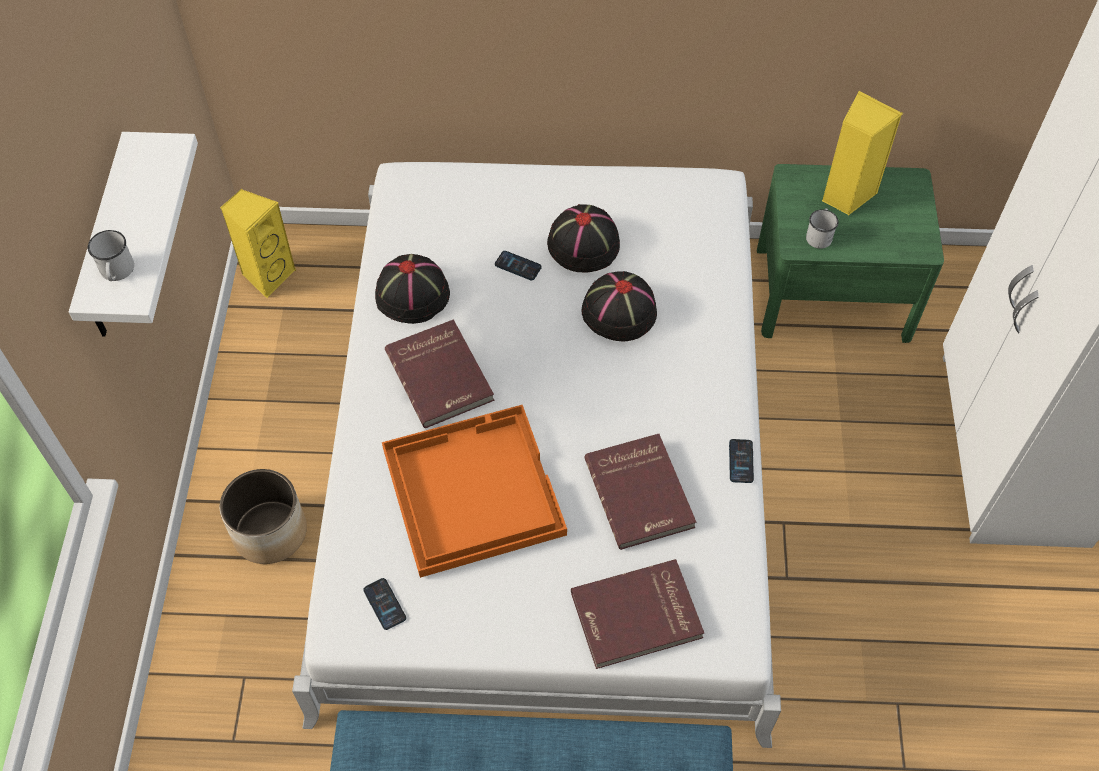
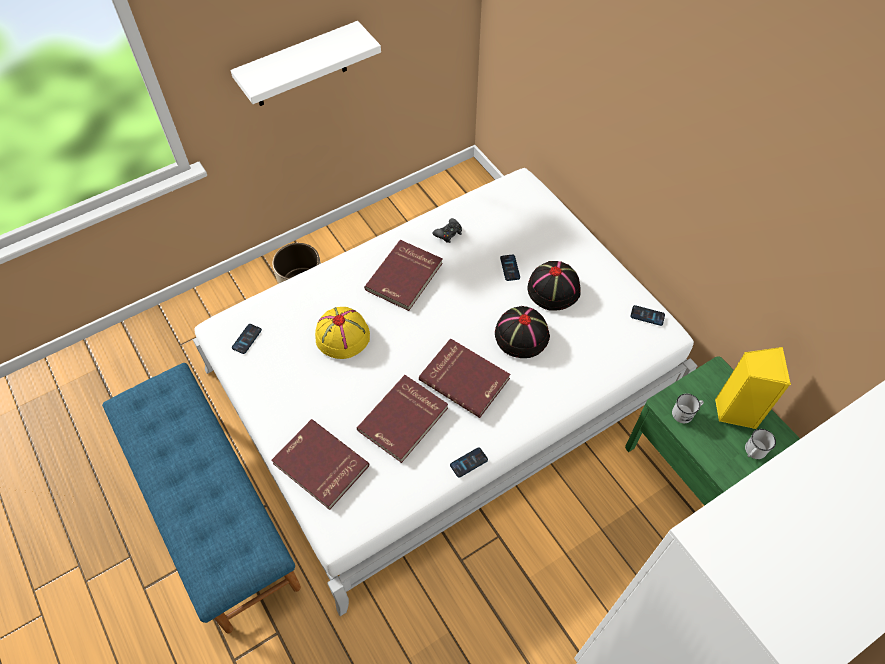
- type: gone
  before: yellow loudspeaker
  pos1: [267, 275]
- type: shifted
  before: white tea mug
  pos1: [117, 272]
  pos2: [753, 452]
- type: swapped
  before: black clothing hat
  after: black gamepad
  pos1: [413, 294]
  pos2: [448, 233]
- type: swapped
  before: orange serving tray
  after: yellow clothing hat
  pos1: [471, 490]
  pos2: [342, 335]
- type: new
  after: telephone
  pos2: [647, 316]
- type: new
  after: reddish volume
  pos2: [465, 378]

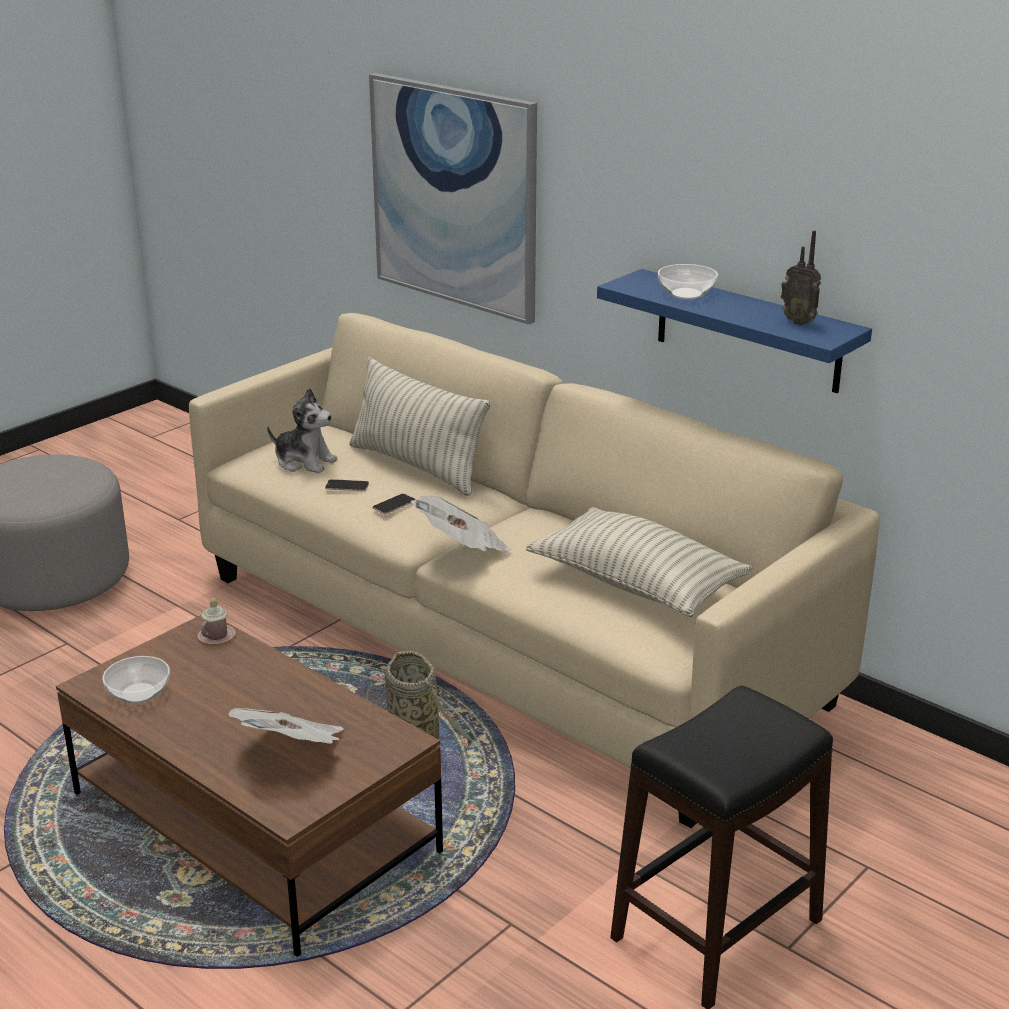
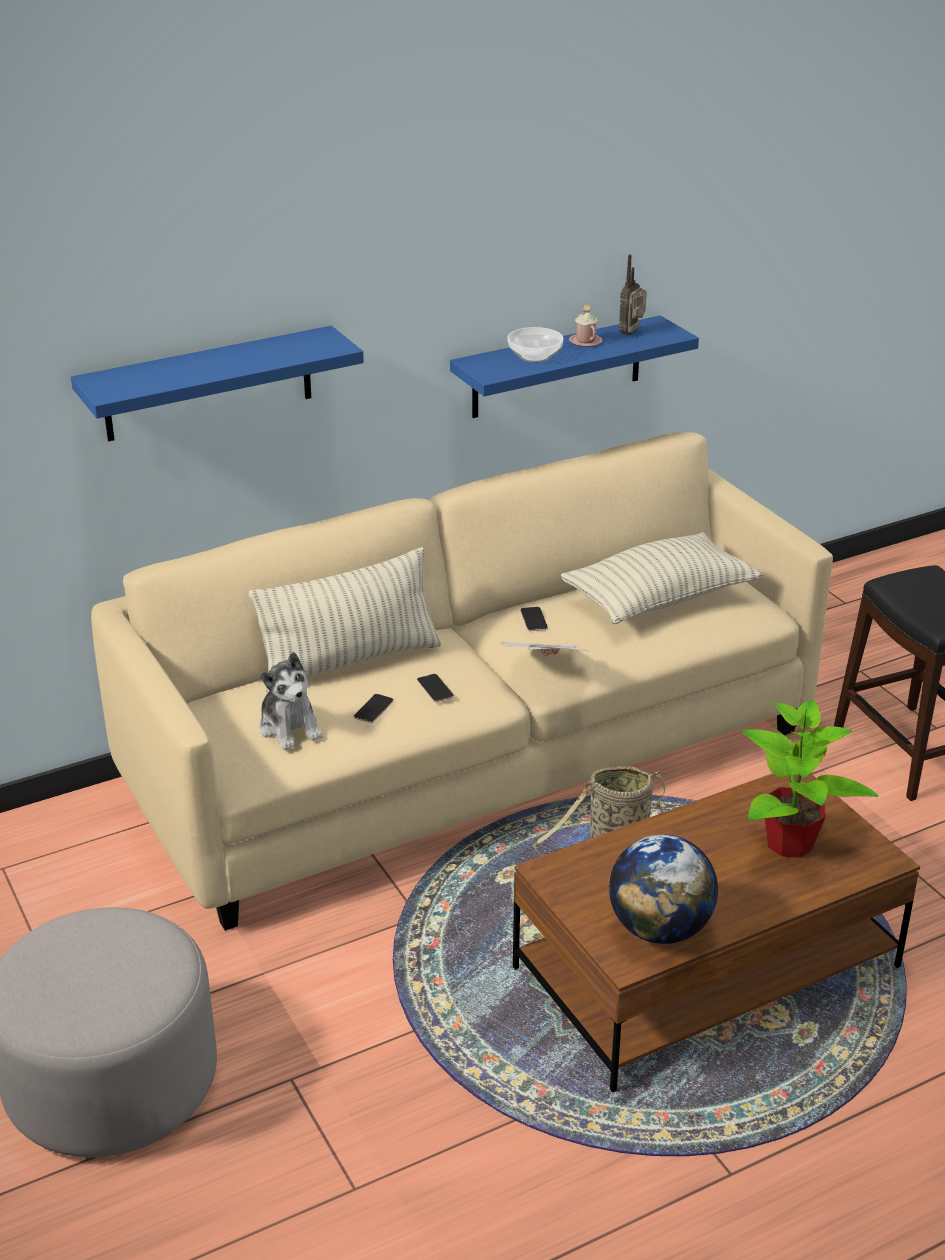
- type: swapped
  before: picture
  after: blue-coloured shelf
  pos1: [454, 196]
  pos2: [208, 384]
- type: rotated
  before: radio set
  pos1: [799, 322]
  pos2: [632, 333]
  turn: 150
- type: rotated
  before: soft toy
  pos1: [304, 462]
  pos2: [290, 728]
  turn: 105
- type: shifted
  before: pink-coloured tea mug
  pos1: [216, 636]
  pos2: [585, 341]
- type: swapped
  before: serving bowl
  after: globe
  pos1: [138, 694]
  pos2: [660, 929]
- type: swapped
  before: newspaper
  after: plant in a pot
  pos1: [292, 749]
  pos2: [789, 844]
- type: new
  after: telephone
  pos2: [533, 620]

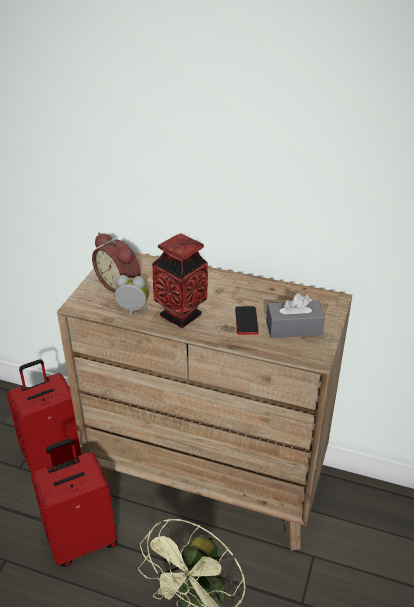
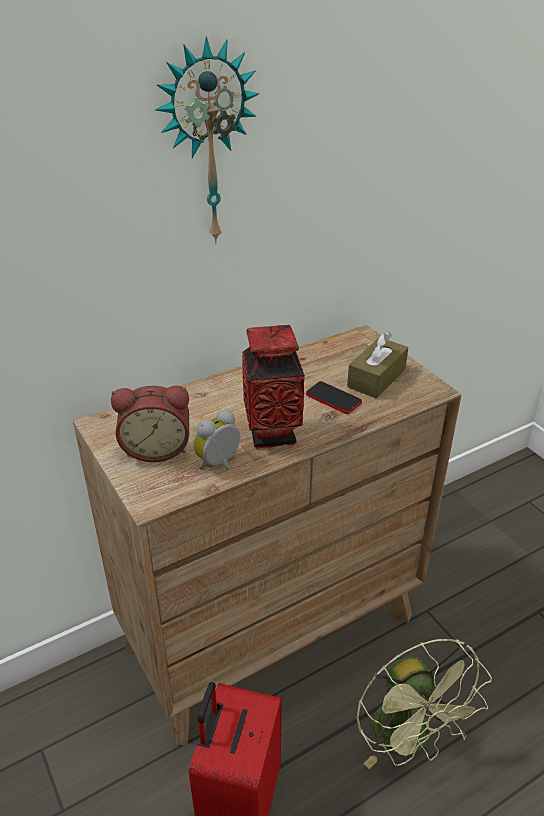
- type: repainted
  before: greyish box of tissues
  after: brownish box of tissues
  pos1: [293, 328]
  pos2: [376, 378]
- type: gone
  before: reddish piece of luggage
  pos1: [54, 456]
- type: new
  after: wall clock
  pos2: [207, 146]

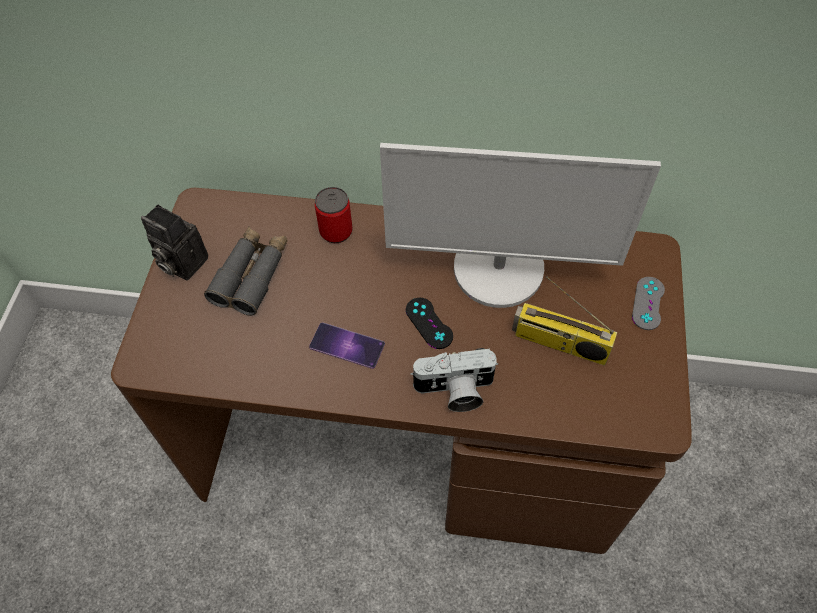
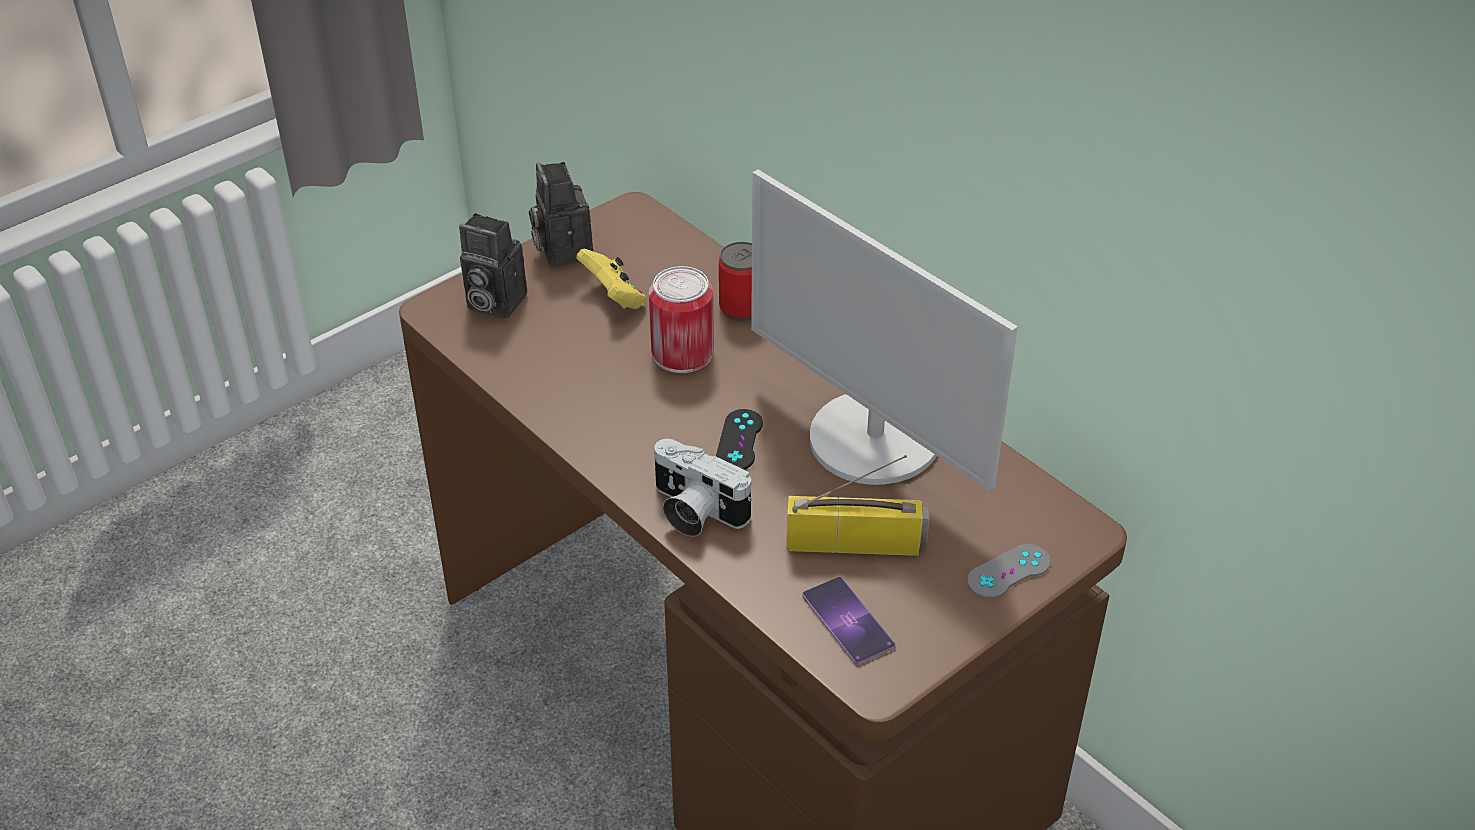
- type: swapped
  before: greyish binoculars
  after: yellow gamepad
  pos1: [251, 275]
  pos2: [614, 298]
- type: rotated
  before: radio set
  pos1: [559, 344]
  pos2: [856, 542]
  turn: 120
- type: shifted
  before: telephone
  pos1: [347, 345]
  pos2: [848, 621]
- type: new
  after: still camera
  pos2: [492, 303]
- type: new
  after: metal can
  pos2: [682, 353]

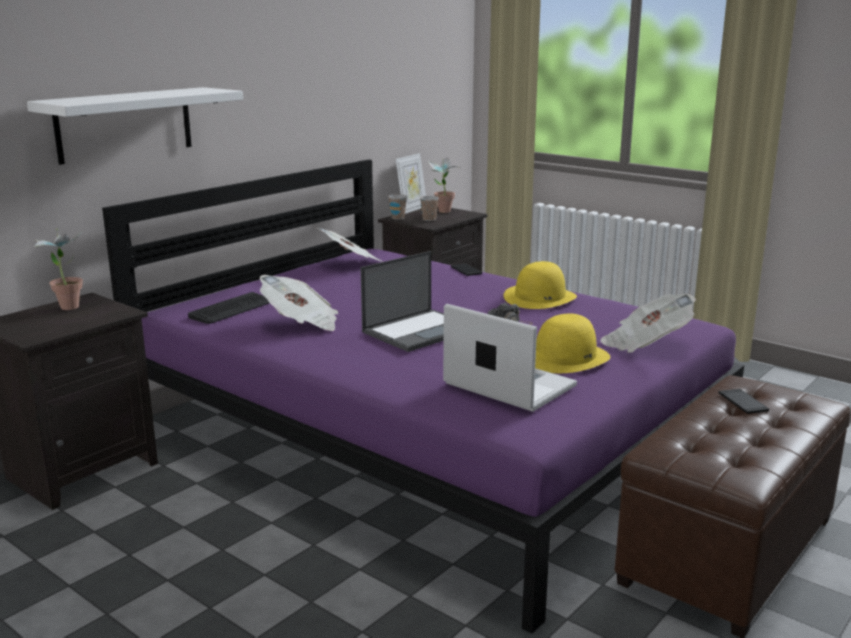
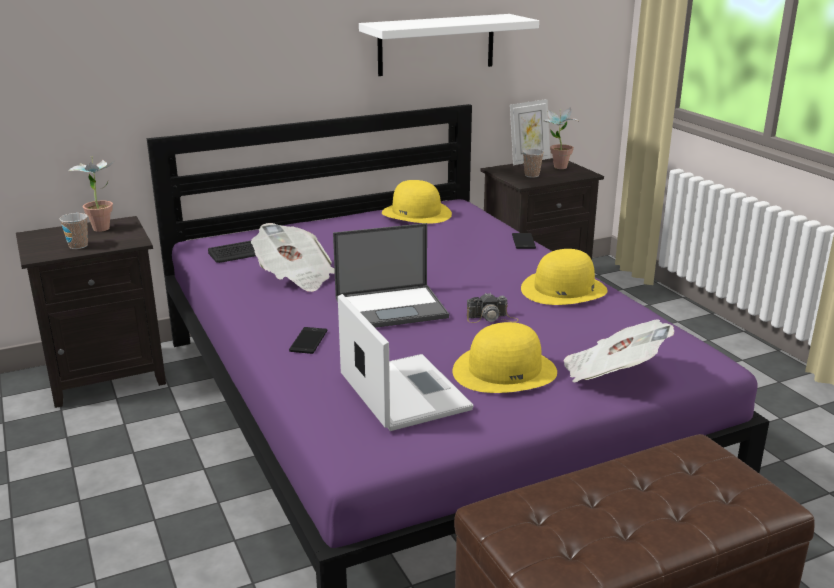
- type: shifted
  before: white shelf
  pos1: [125, 124]
  pos2: [436, 44]
- type: shifted
  before: drinking cup
  pos1: [397, 218]
  pos2: [78, 246]
- type: swapped
  before: newspaper
  after: yellow clothing hat
  pos1: [350, 262]
  pos2: [417, 213]
- type: shifted
  before: telephone
  pos1: [743, 402]
  pos2: [308, 341]

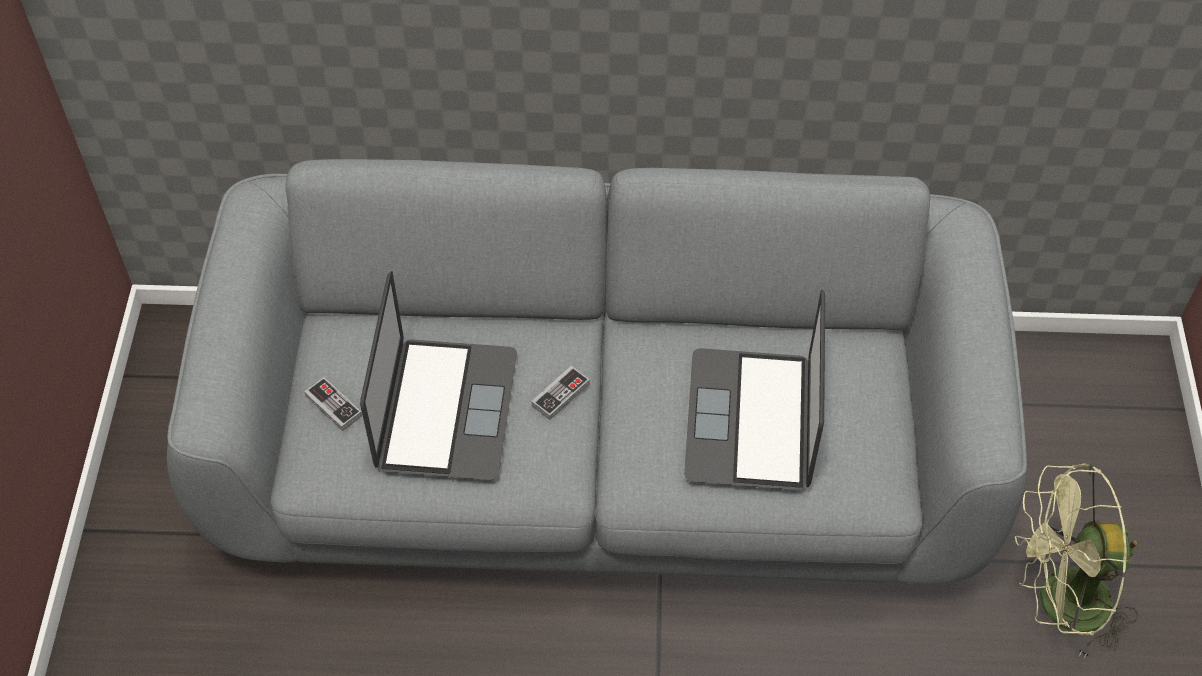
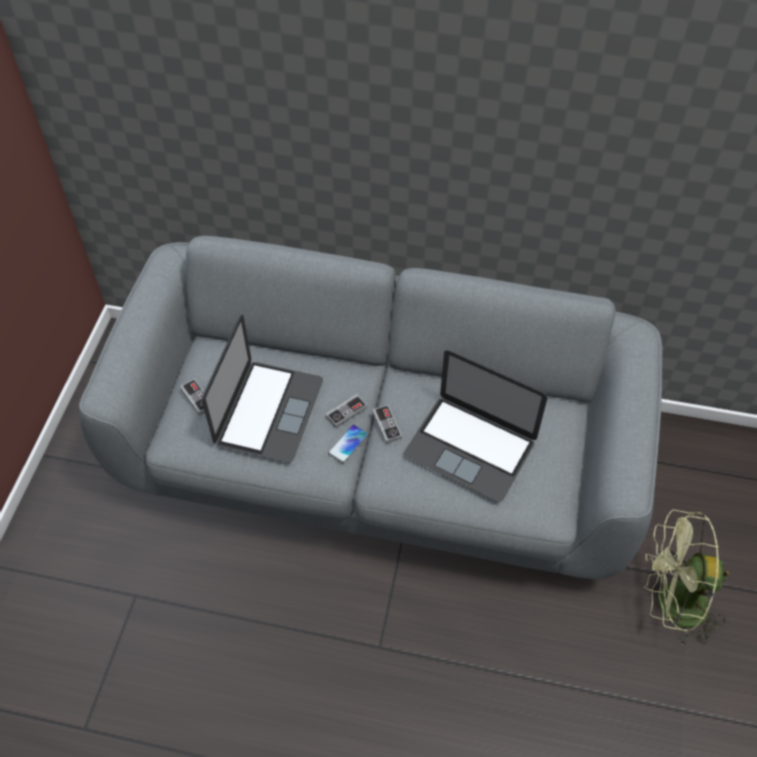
- type: rotated
  before: portable computer
  pos1: [751, 419]
  pos2: [470, 447]
  turn: -75
- type: new
  after: gamepad
  pos2: [386, 425]
- type: new
  after: telephone
  pos2: [348, 444]

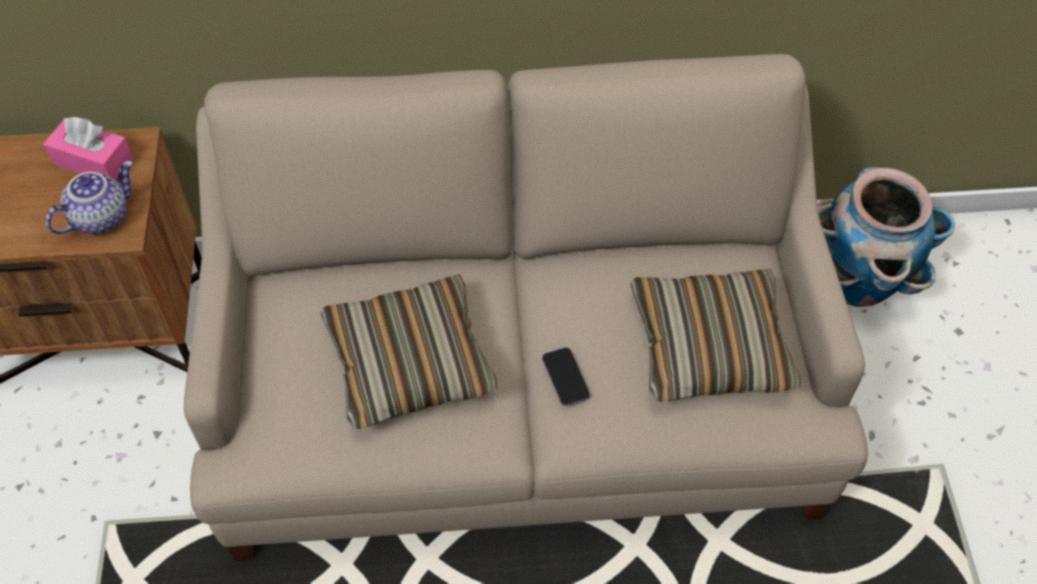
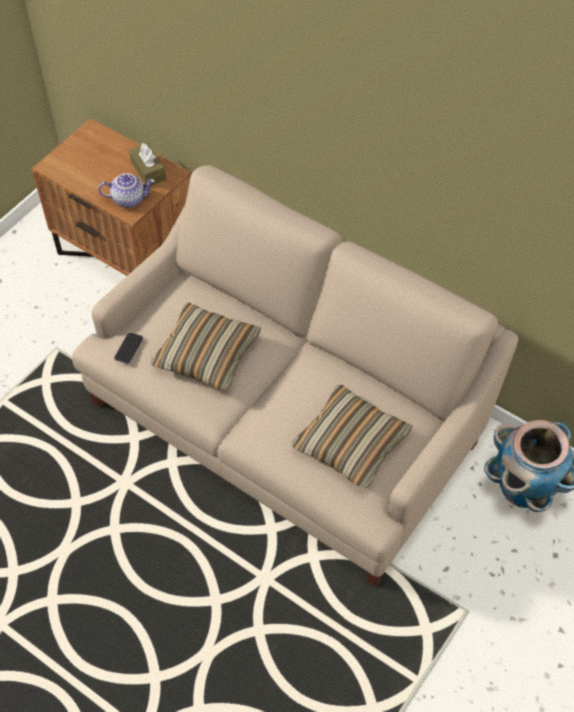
- type: repainted
  before: pink-coloured box of tissues
  after: brownish box of tissues
  pos1: [93, 161]
  pos2: [148, 171]
- type: shifted
  before: telephone
  pos1: [565, 378]
  pos2: [129, 349]

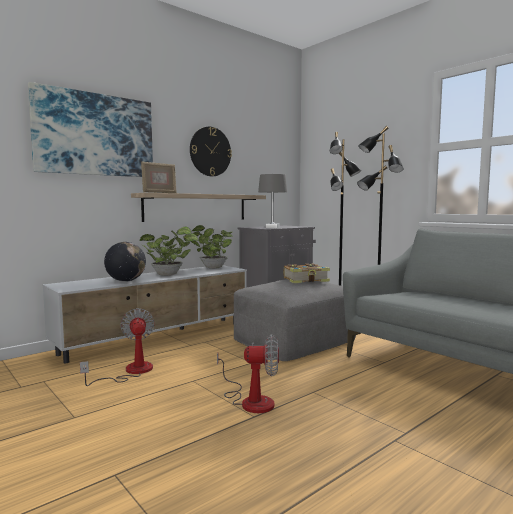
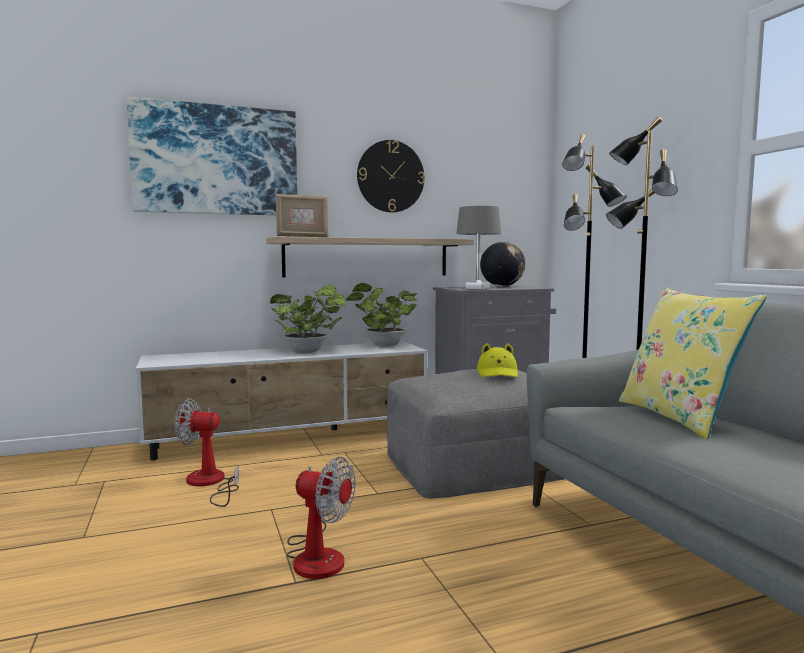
- type: shifted
  before: globe
  pos1: [126, 281]
  pos2: [502, 286]
- type: swapped
  before: volume
  after: yellow clothing hat
  pos1: [306, 280]
  pos2: [498, 373]
- type: rotated
  before: electric fan
  pos1: [130, 372]
  pos2: [209, 483]
  turn: -90
- type: new
  after: yellow throw pillow
  pos2: [679, 417]

